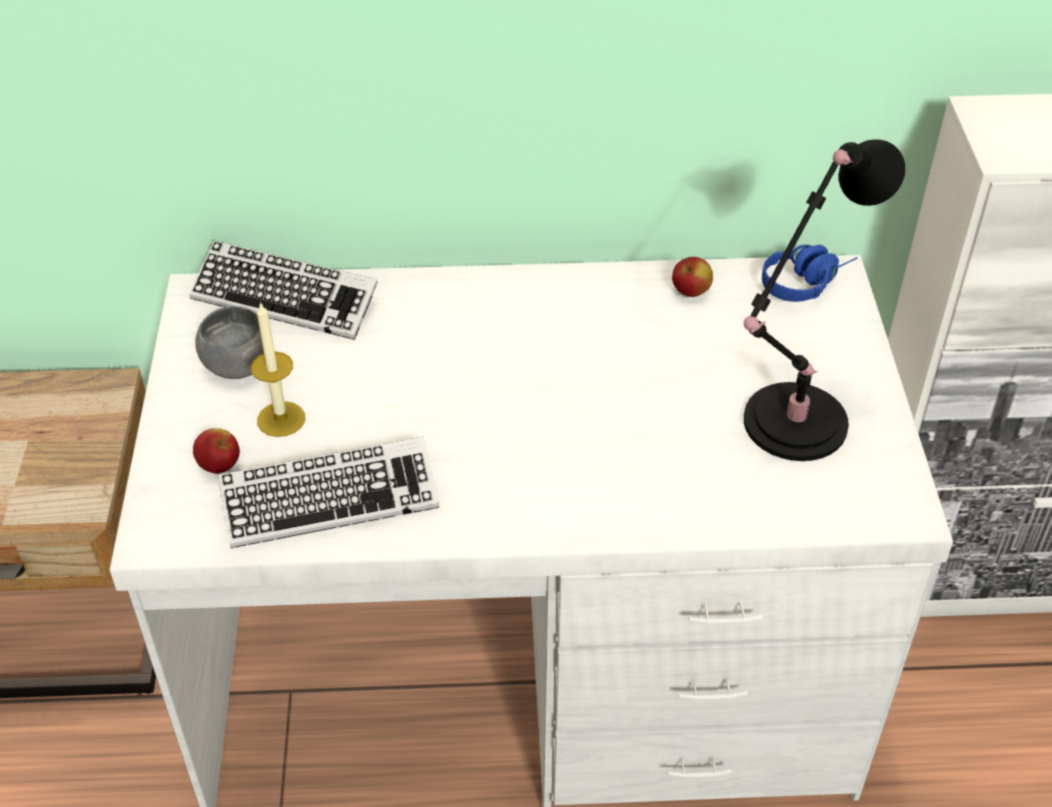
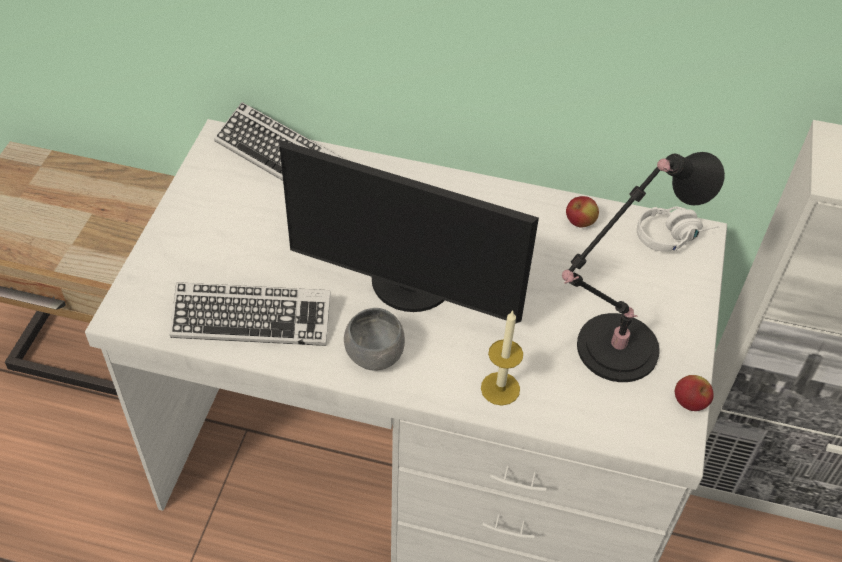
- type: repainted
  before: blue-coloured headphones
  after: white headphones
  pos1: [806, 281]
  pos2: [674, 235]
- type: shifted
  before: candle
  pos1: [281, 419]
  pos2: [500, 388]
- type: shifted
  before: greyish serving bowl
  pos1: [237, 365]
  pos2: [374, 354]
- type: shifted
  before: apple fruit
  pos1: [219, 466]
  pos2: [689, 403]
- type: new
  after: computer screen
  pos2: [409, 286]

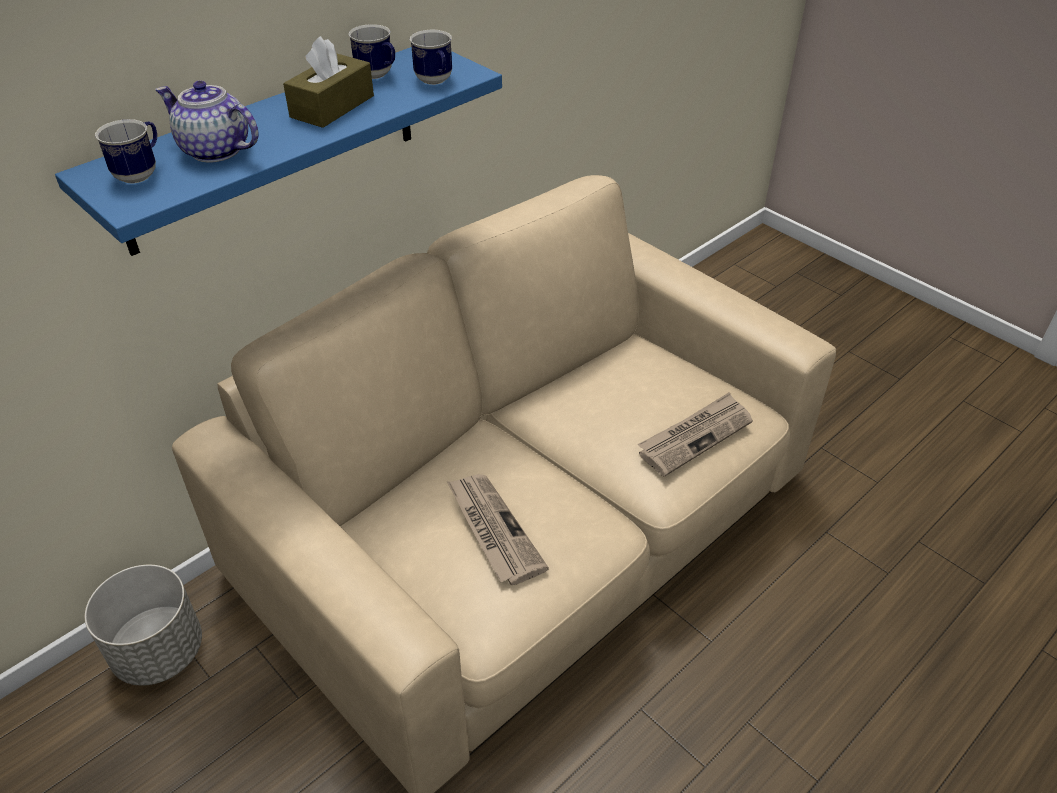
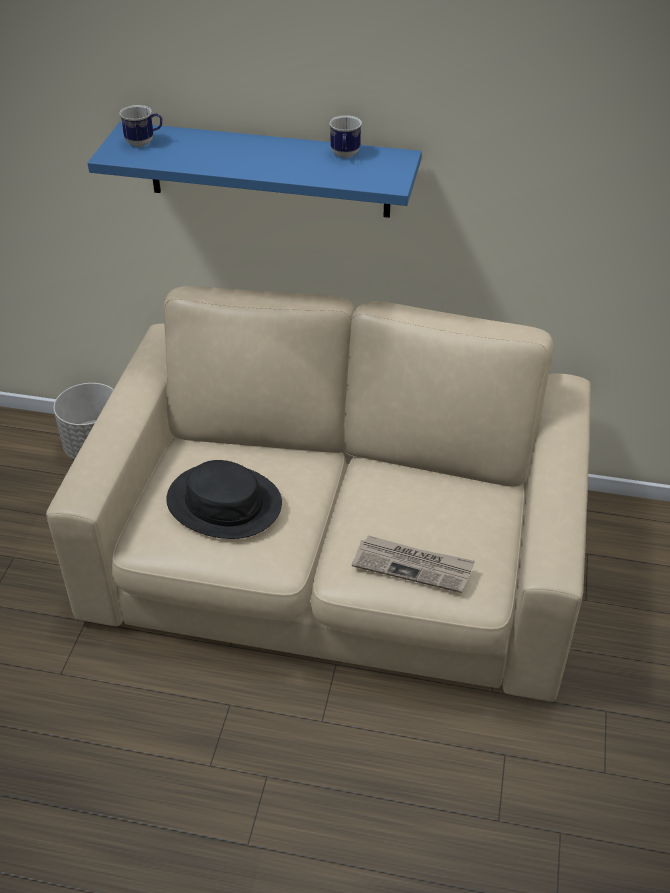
- type: gone
  before: tea mug
  pos1: [436, 82]
- type: gone
  before: brownish box of tissues
  pos1: [332, 106]
- type: gone
  before: pot for tea
  pos1: [214, 150]
- type: swapped
  before: newspaper
  after: black clothing hat
  pos1: [493, 530]
  pos2: [224, 502]

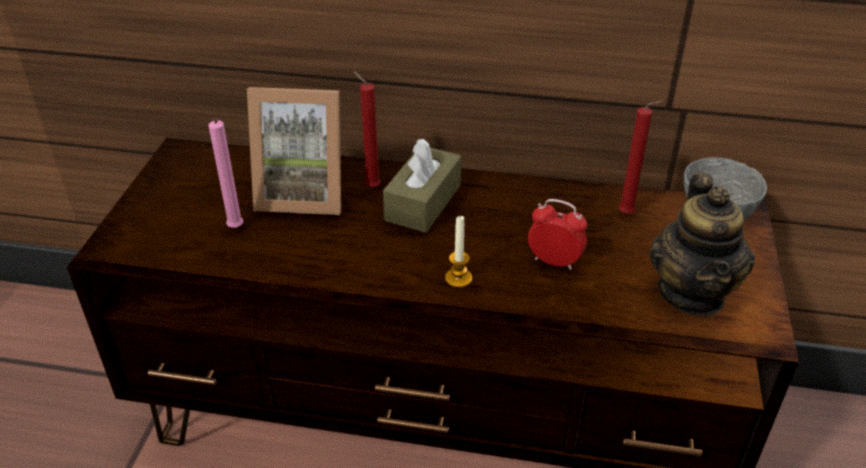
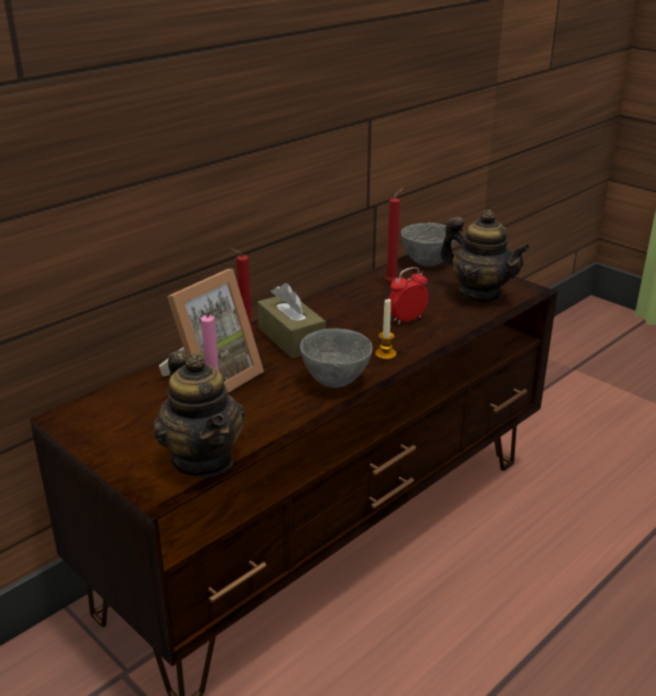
- type: new
  after: greyish serving bowl
  pos2: [336, 381]
- type: new
  after: pot for tea
  pos2: [203, 459]

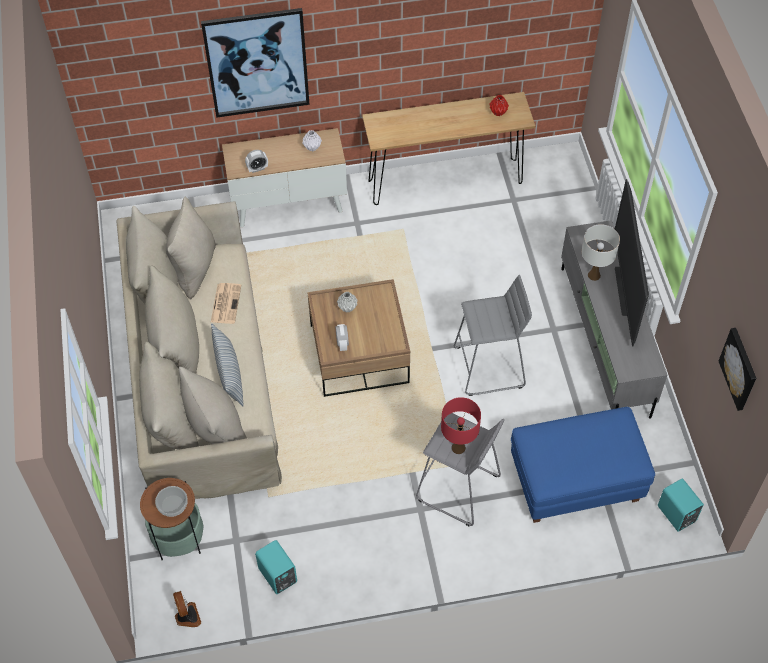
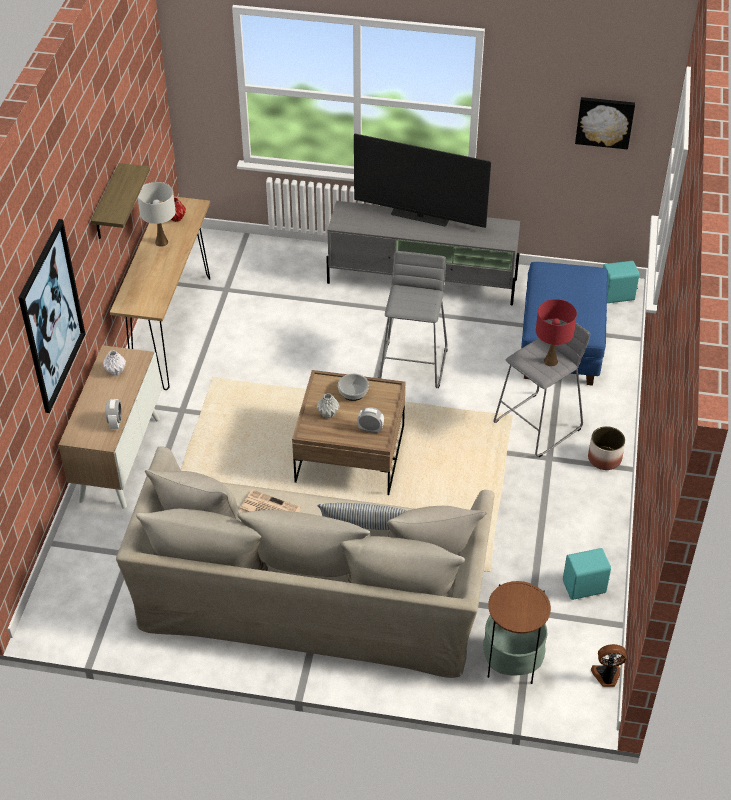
- type: shifted
  before: white tabletop lamp
  pos1: [594, 275]
  pos2: [161, 242]
- type: shifted
  before: serving bowl
  pos1: [173, 505]
  pos2: [353, 392]
- type: new
  after: shelf
  pos2: [107, 204]
- type: new
  after: planter
  pos2: [604, 458]

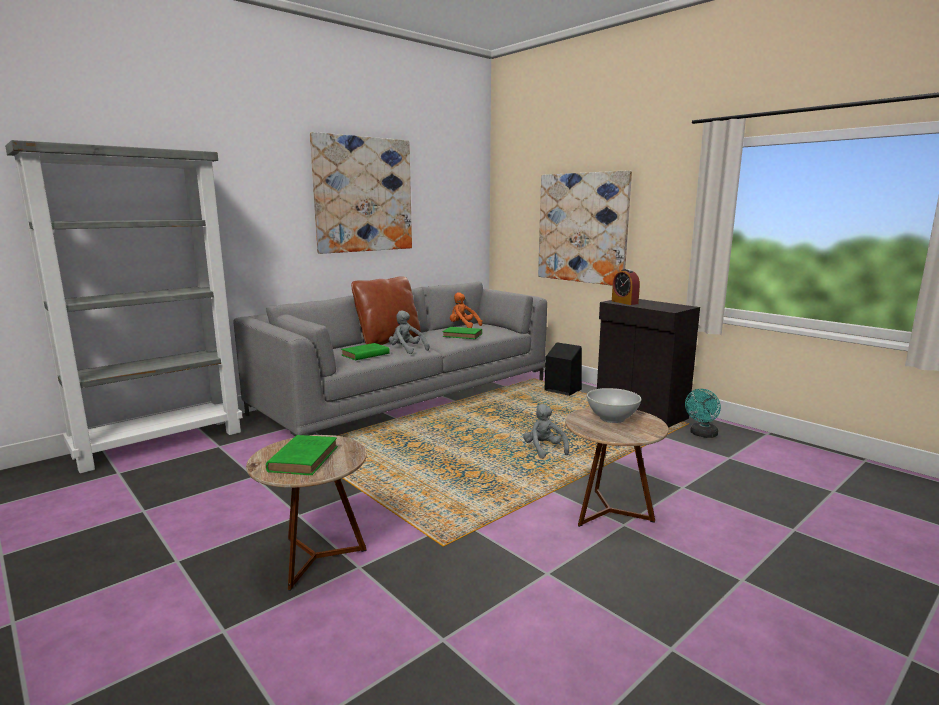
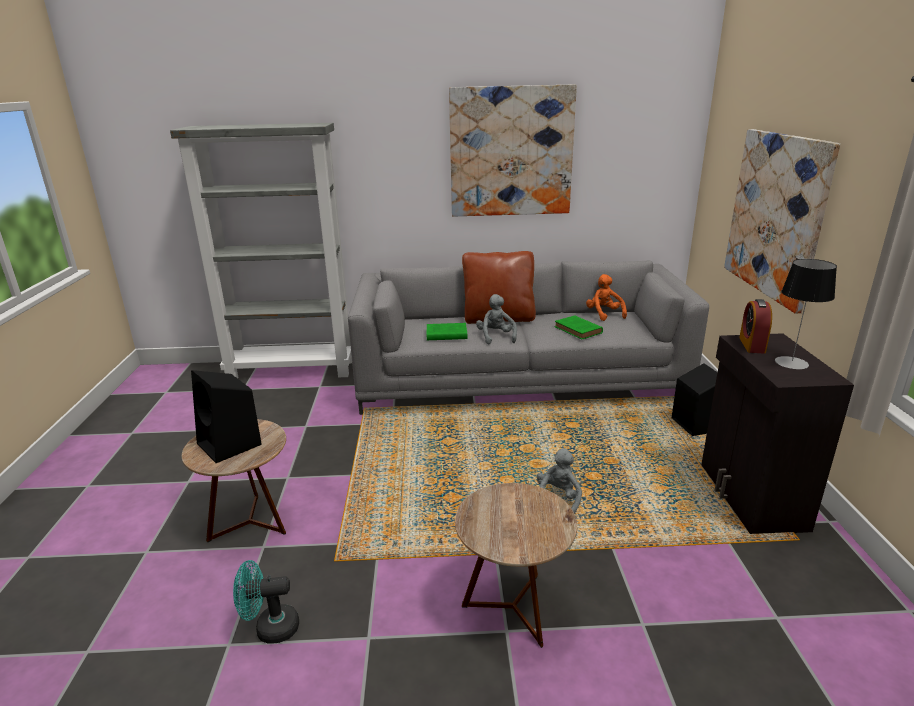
- type: gone
  before: white serving bowl
  pos1: [611, 418]
- type: shifted
  before: turquoise-coloured electric fan
  pos1: [702, 434]
  pos2: [270, 628]
- type: swapped
  before: greenish volume
  after: black loudspeaker
  pos1: [304, 458]
  pos2: [230, 444]
- type: new
  after: tabletop lamp
  pos2: [791, 363]

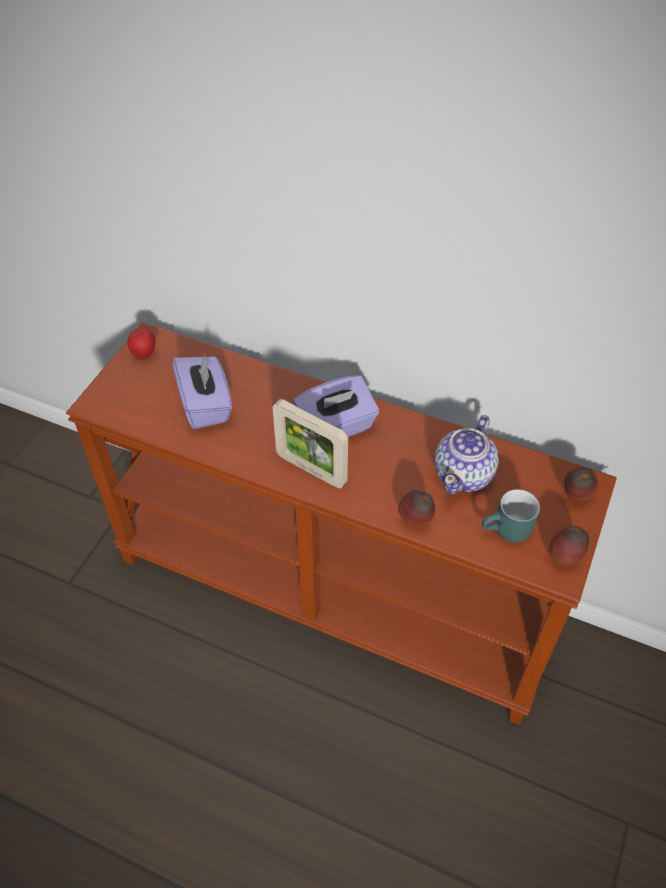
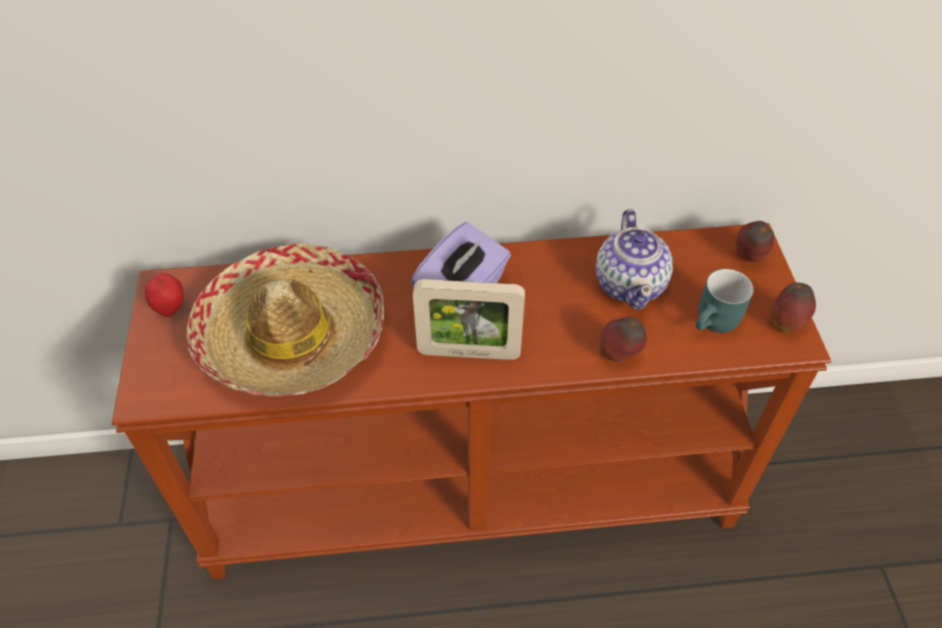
- type: swapped
  before: purplish box of tissues
  after: clothing hat
  pos1: [205, 405]
  pos2: [292, 335]

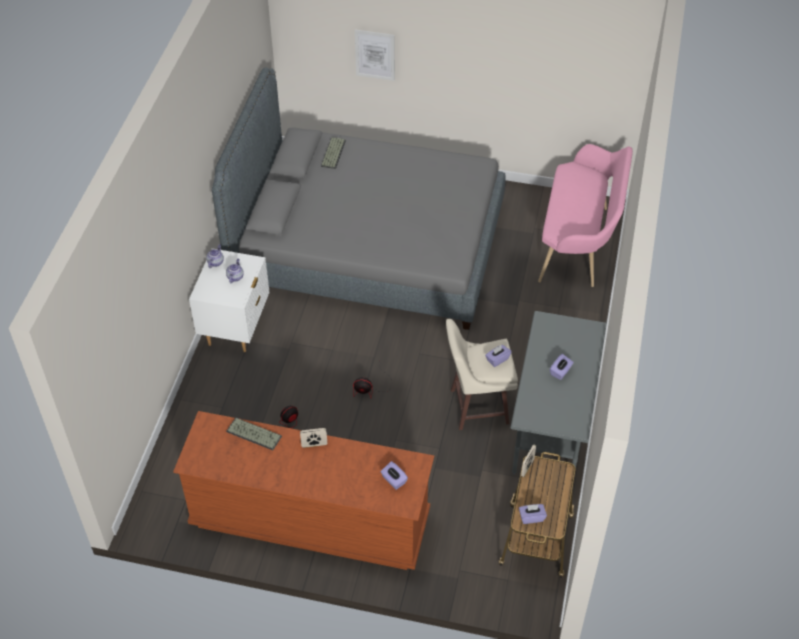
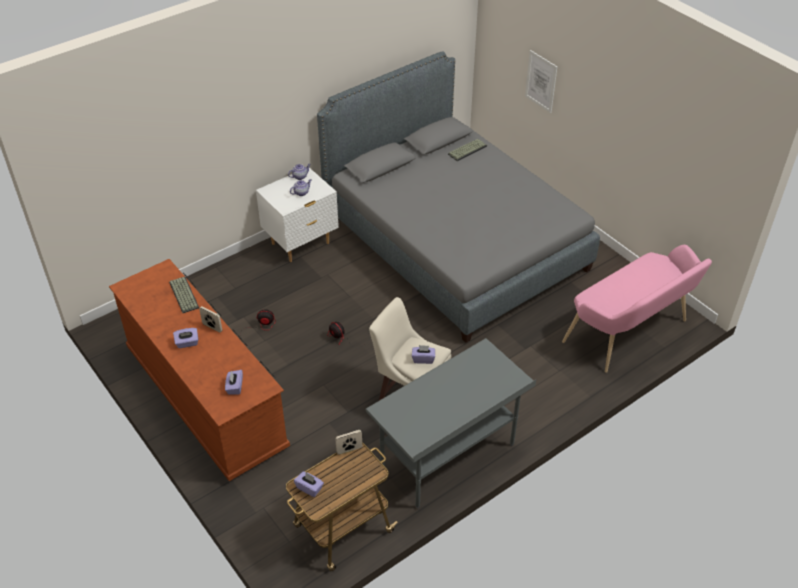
- type: shifted
  before: purplish box of tissues
  pos1: [560, 372]
  pos2: [187, 343]

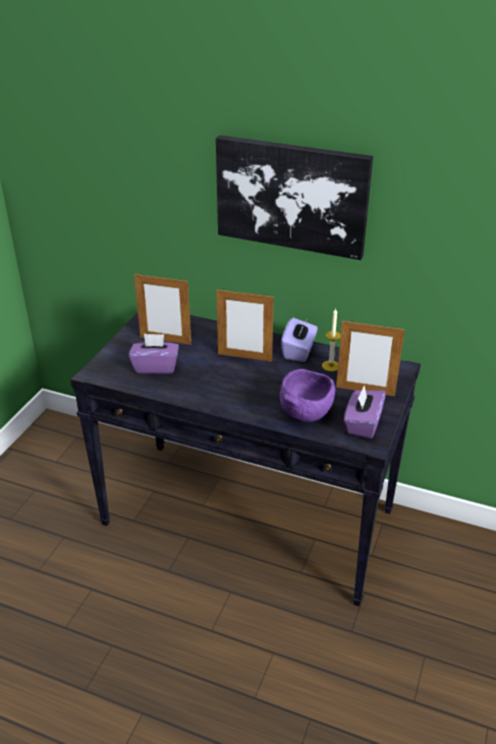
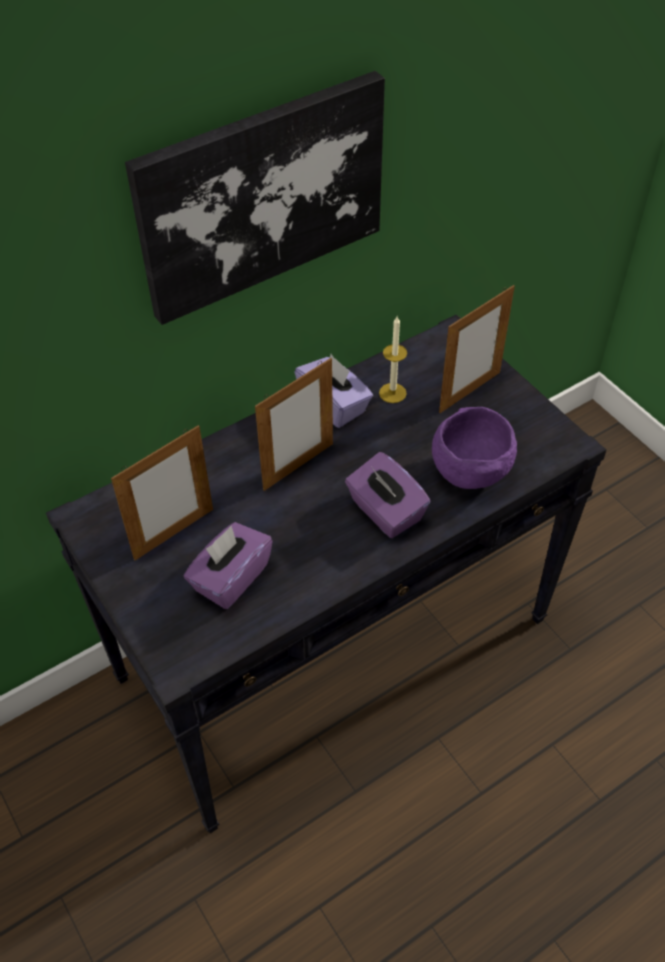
- type: shifted
  before: purplish box of tissues
  pos1: [362, 424]
  pos2: [385, 511]

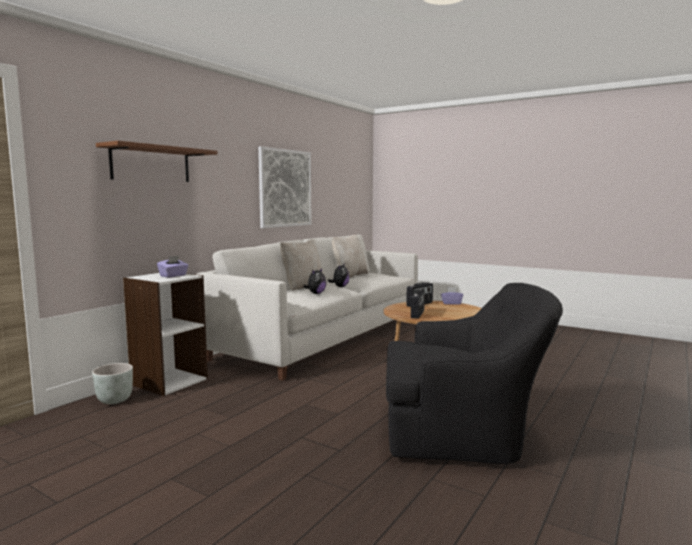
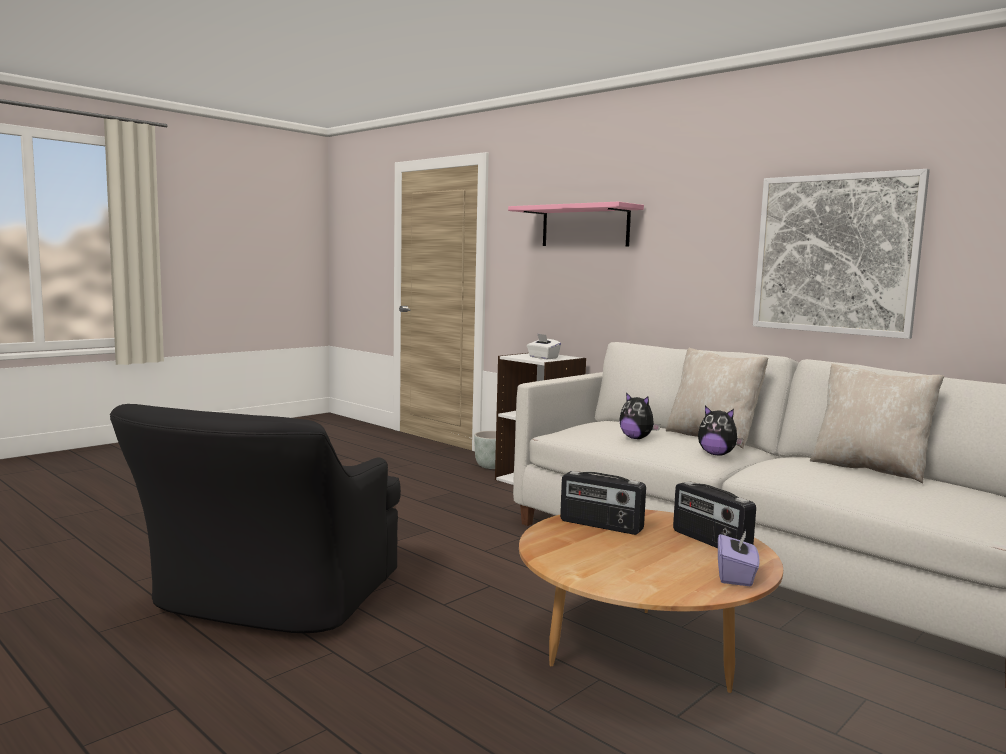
- type: repainted
  before: brownish shelf
  after: pink-coloured shelf
  pos1: [151, 164]
  pos2: [585, 226]
- type: repainted
  before: purplish box of tissues
  after: white box of tissues
  pos1: [173, 276]
  pos2: [543, 358]

